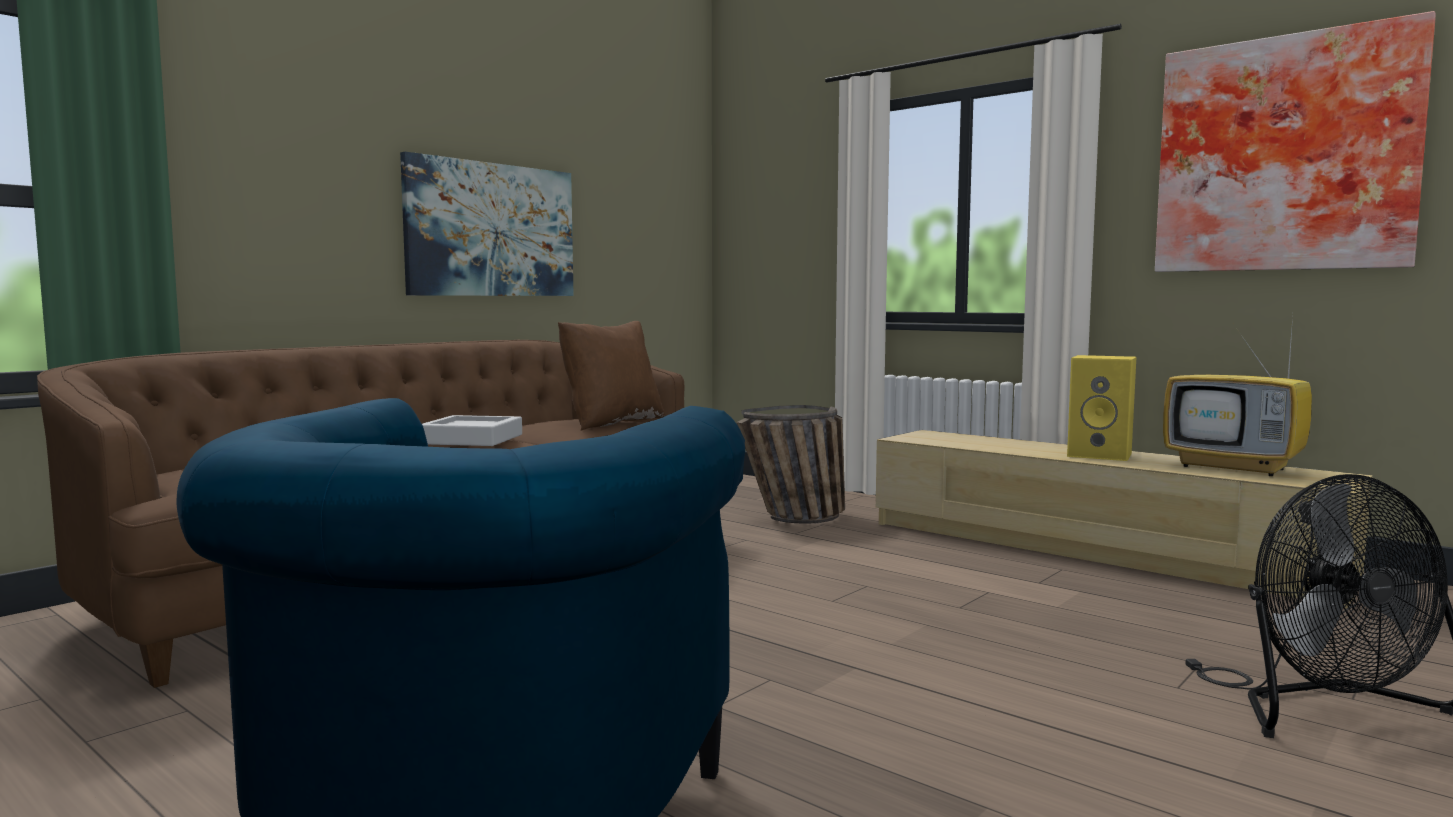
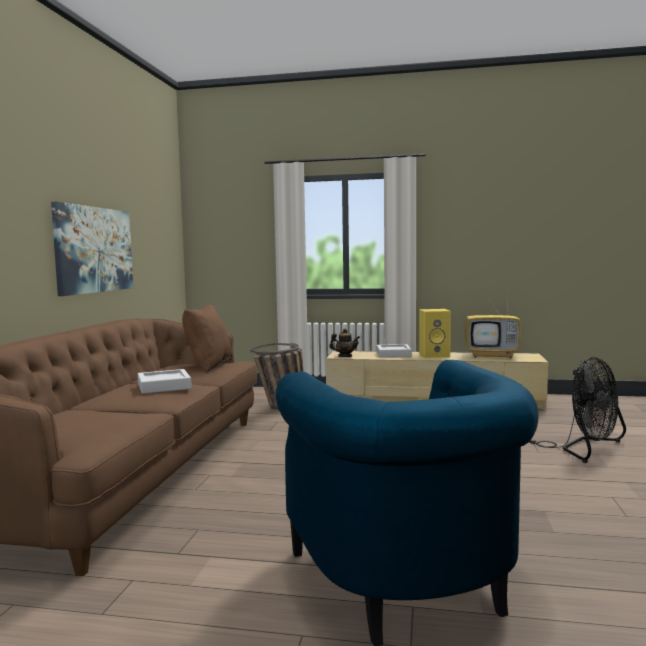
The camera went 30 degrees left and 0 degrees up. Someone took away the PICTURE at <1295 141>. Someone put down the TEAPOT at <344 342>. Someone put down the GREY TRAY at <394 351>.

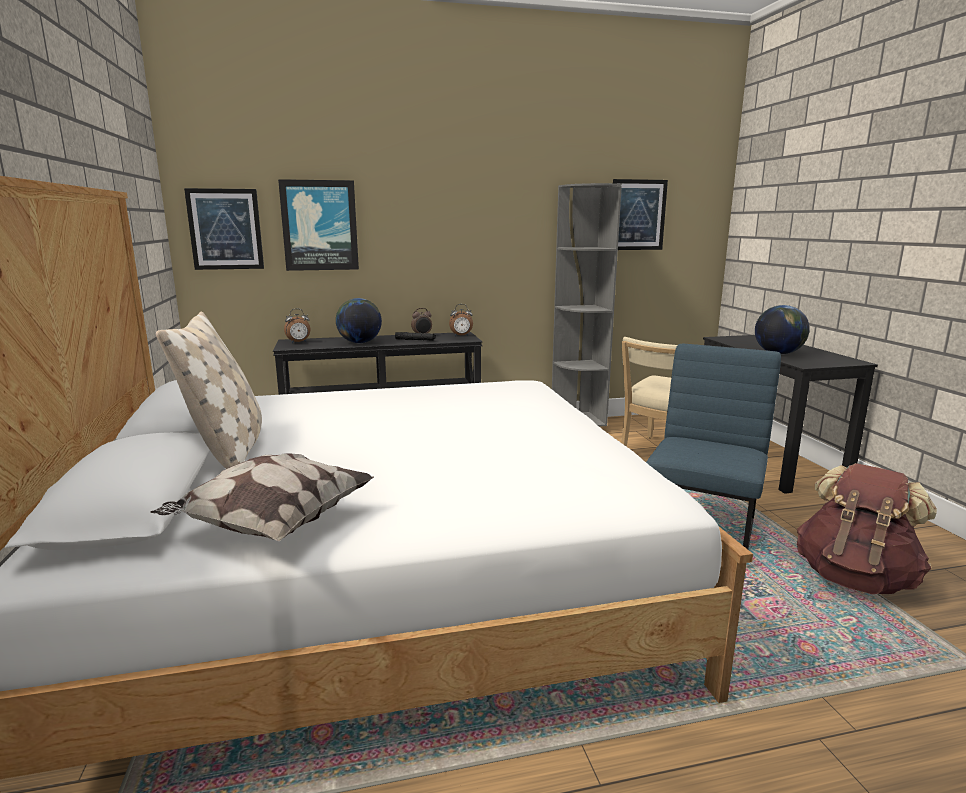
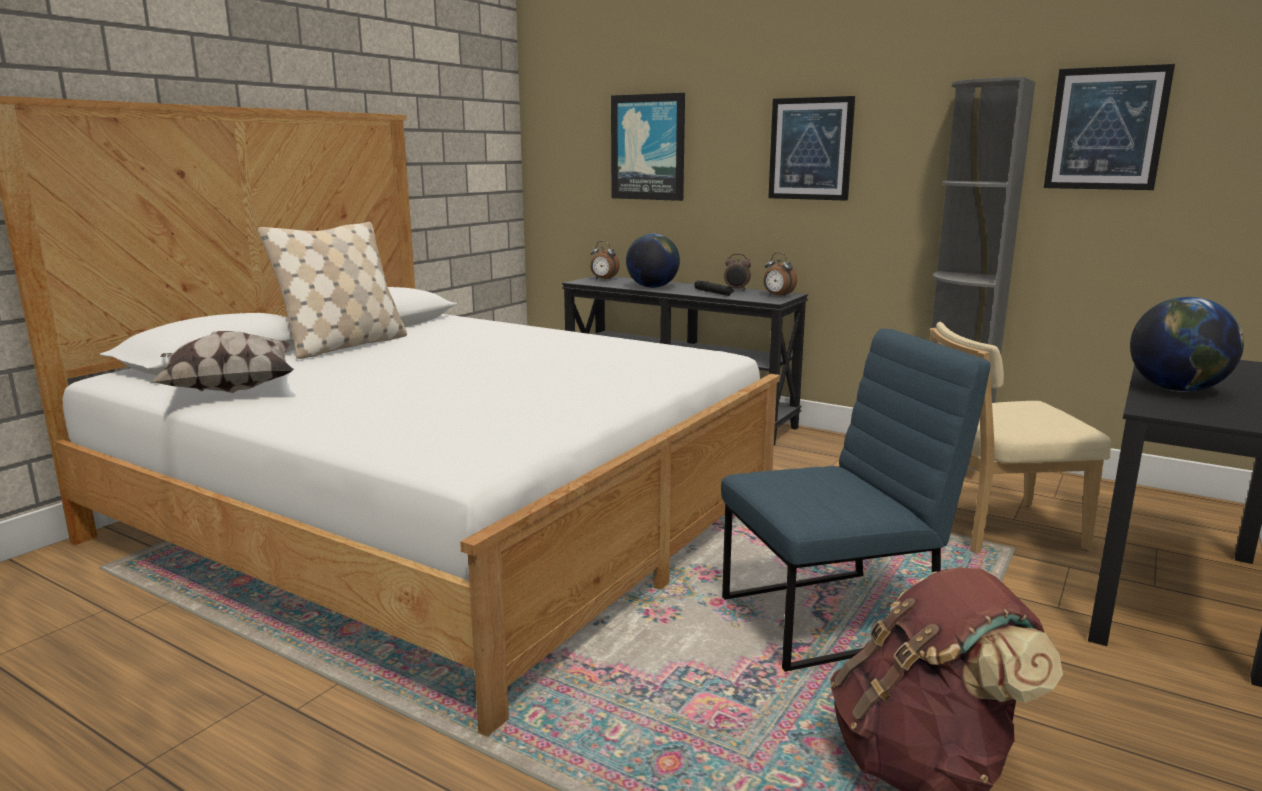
The camera went 45 degrees right and 0 degrees up. Someone carried the PICTURE from <224 229> to <811 148>.

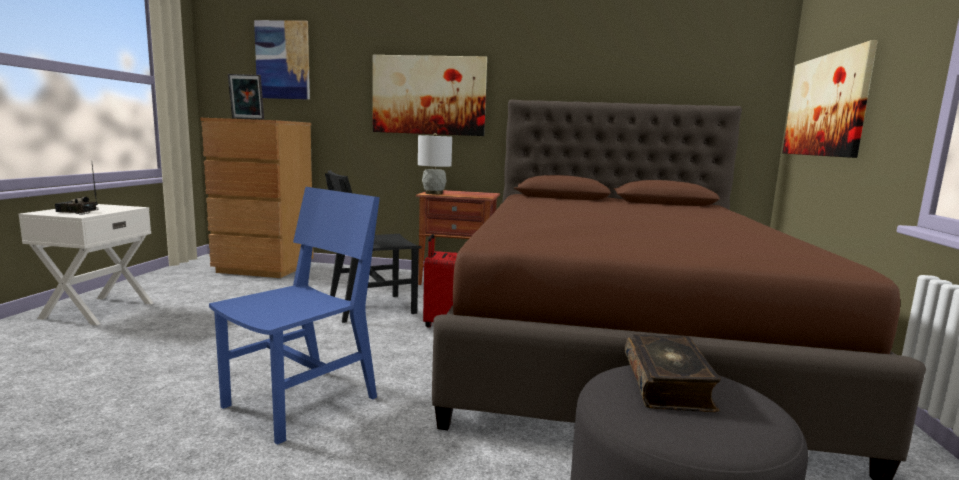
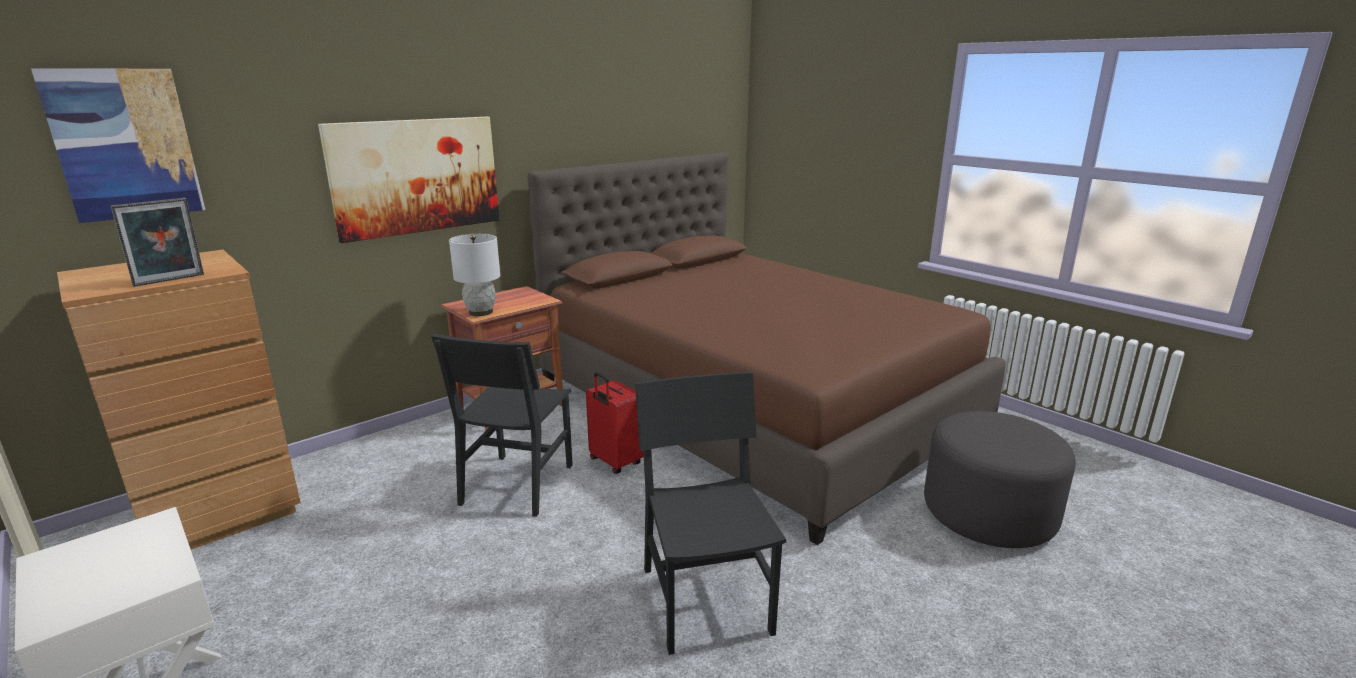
The camera went 50 degrees left and 10 degrees up. Someone took away the RADIO at <77 189>. Someone took away the BOOK at <672 373>. Someone took away the PICTURE at <830 99>. Someone repainted the BLUE CHAIR at <294 316>, which became the BLACK CHAIR at <710 513>.

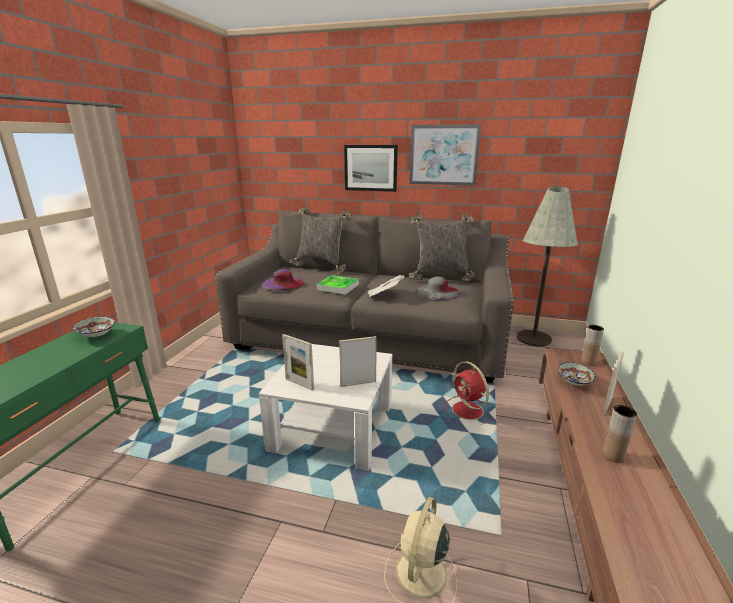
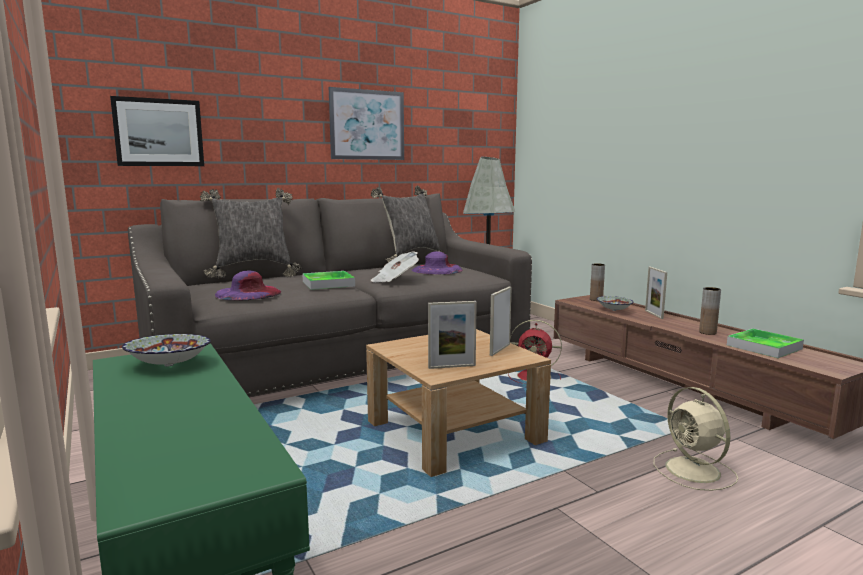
The camera went 45 degrees left and 10 degrees down. Someone put down the TRAY at <765 343>. Someone carried the PICTURE from <371 168> to <157 131>. Someone repainted the WHITE COFFEE TABLE at <325 407>, which became the BROWN COFFEE TABLE at <458 403>. Someone repainted the GREY HAT at <438 288>, which became the PURPLE HAT at <437 263>.

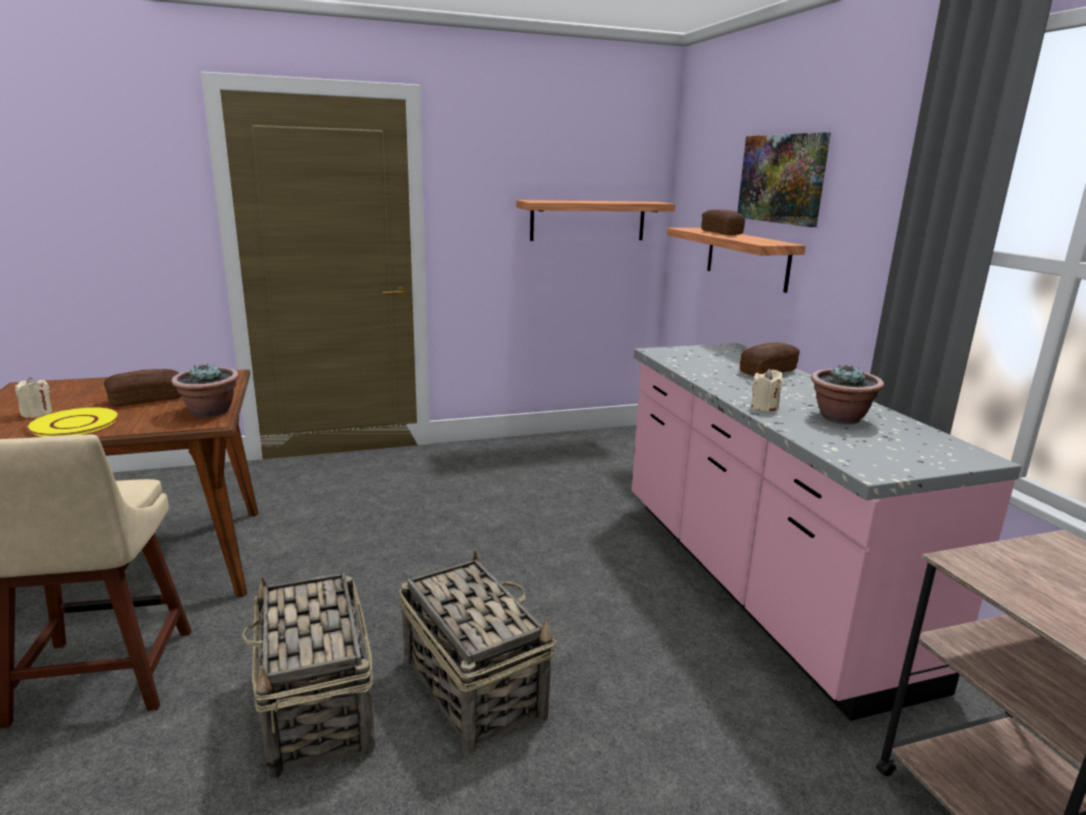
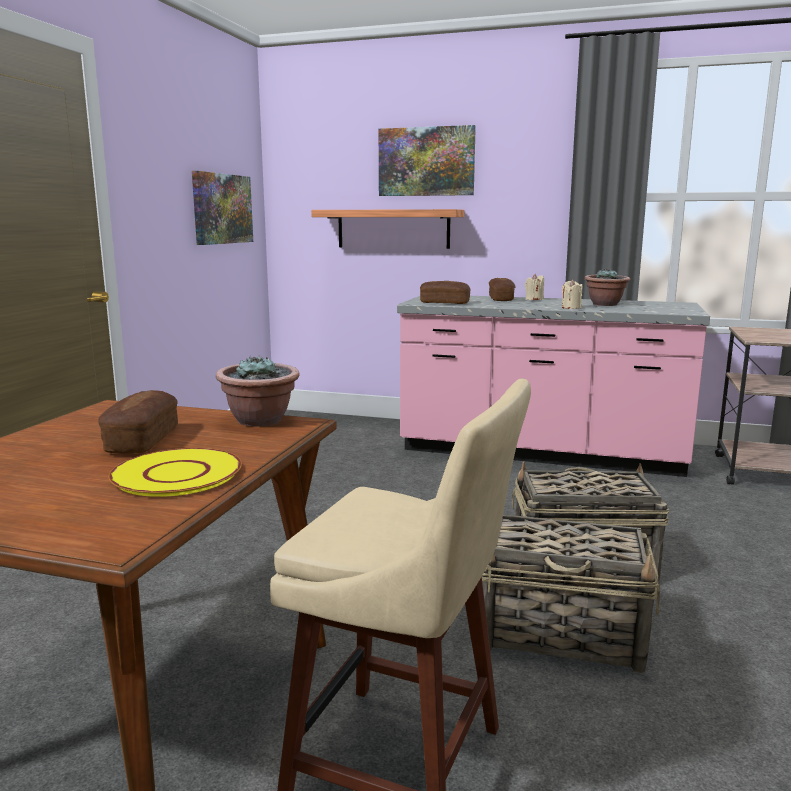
The camera went 55 degrees left and 5 degrees down. Someone carried the BEIGE CANDLE from <33 397> to <534 287>. Someone carried the BREAD from <723 222> to <445 292>. Someone swapped the SHELF at <596 220> for the PICTURE at <222 208>.

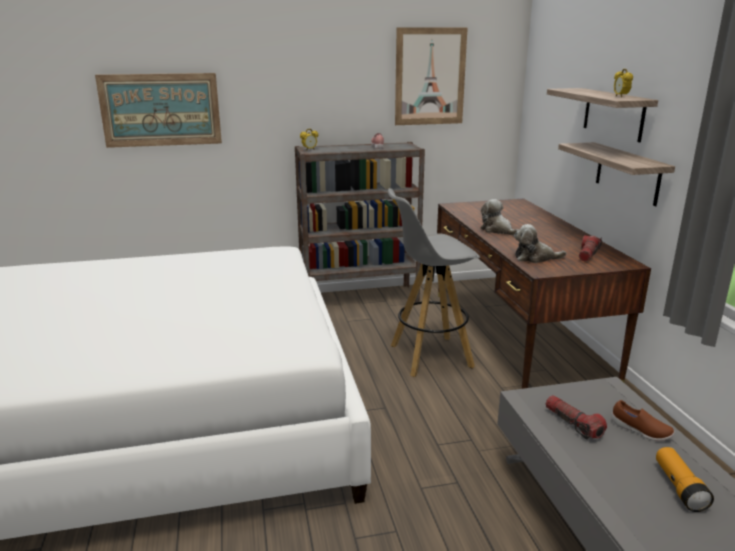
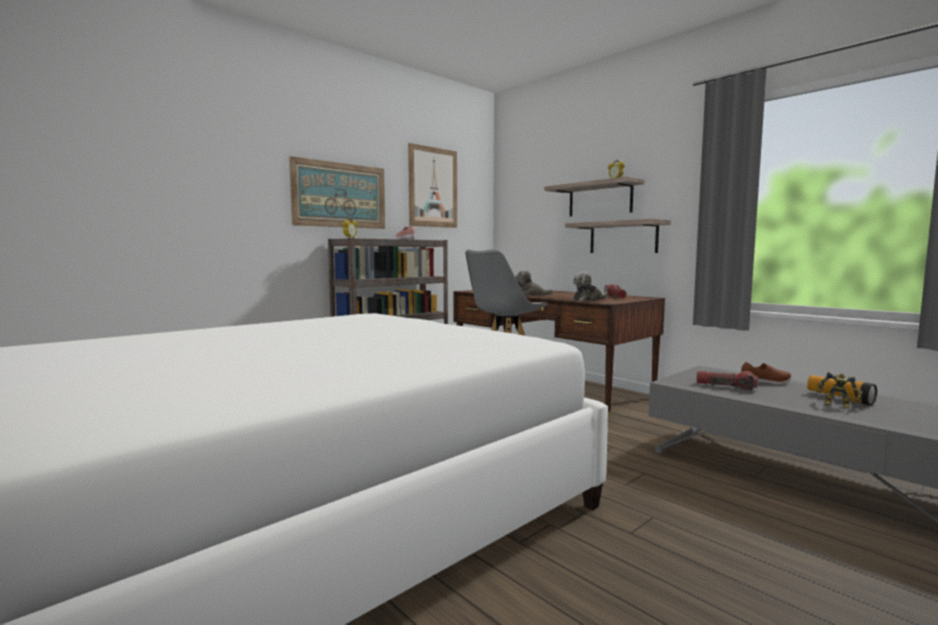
The camera went 30 degrees left and 15 degrees down. Someone put down the TOY ROBOT at <840 390>. Someone carried the PICTURE from <158 110> to <337 192>.

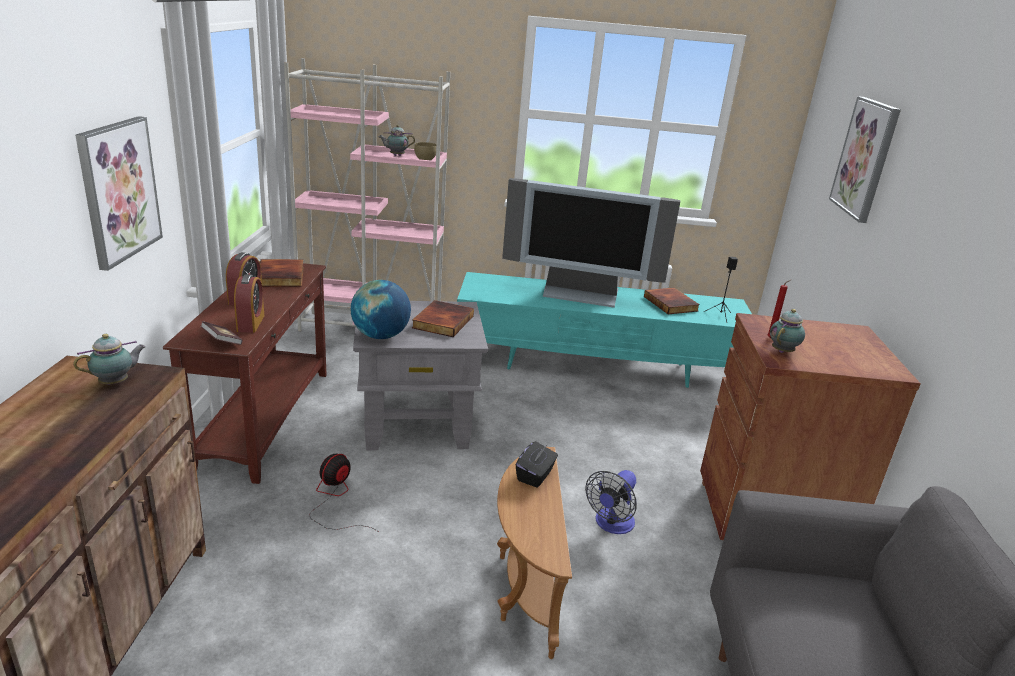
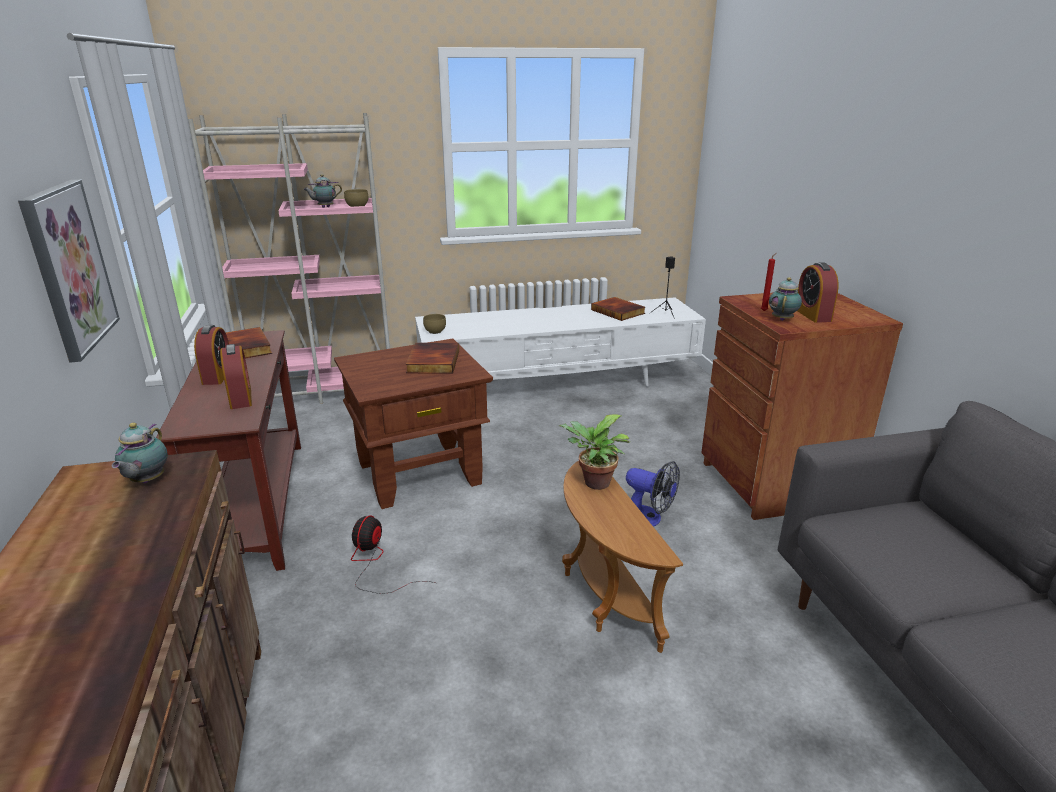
The camera went 15 degrees left and 0 degrees up. Someone took away the BOOK at <221 333>. Someone took away the GLOBE at <381 309>. Someone took away the TELEVISION at <591 243>. Someone took away the PICTURE at <865 159>. Someone put down the BROWN BOWL at <434 324>. Someone put down the ALARM CLOCK at <818 292>. Someone swapped the BLACK TISSUE BOX at <537 464> for the POTTED PLANT at <594 452>. Someone repainted the GREY SIDE TABLE at <420 376>, which became the BROWN SIDE TABLE at <413 424>. Someone repainted the TURQUOISE TV STAND at <604 330>, which became the WHITE TV STAND at <560 342>. Someone rotated the TEAPOT at <109 359> by 150 degrees clockwise. Someone rotated the FAN at <611 502> by 75 degrees counterclockwise.

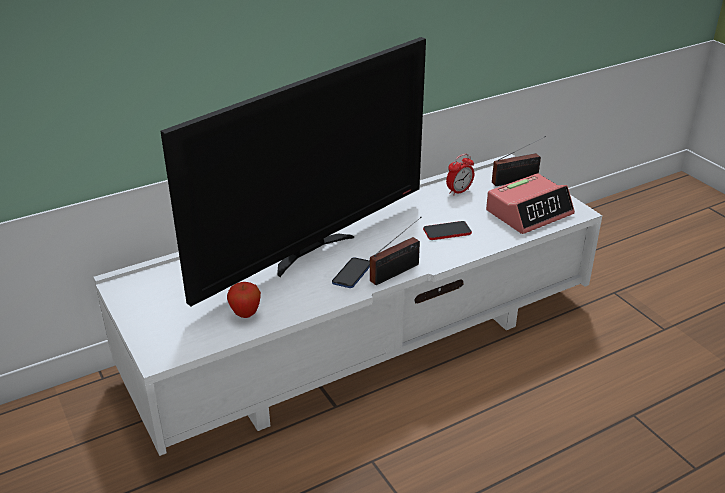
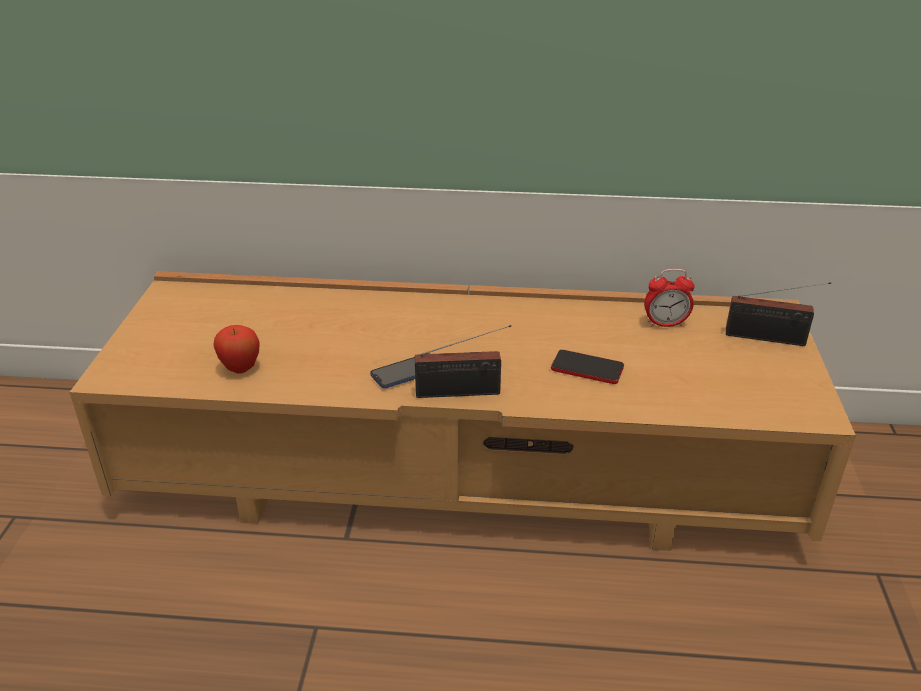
The camera went 35 degrees right and 0 degrees up. Someone took away the TELEVISION at <293 171>. Someone took away the ALARM CLOCK at <530 203>. Someone repainted the WHITE TV STAND at <347 305>, which became the BROWN TV STAND at <462 411>.

